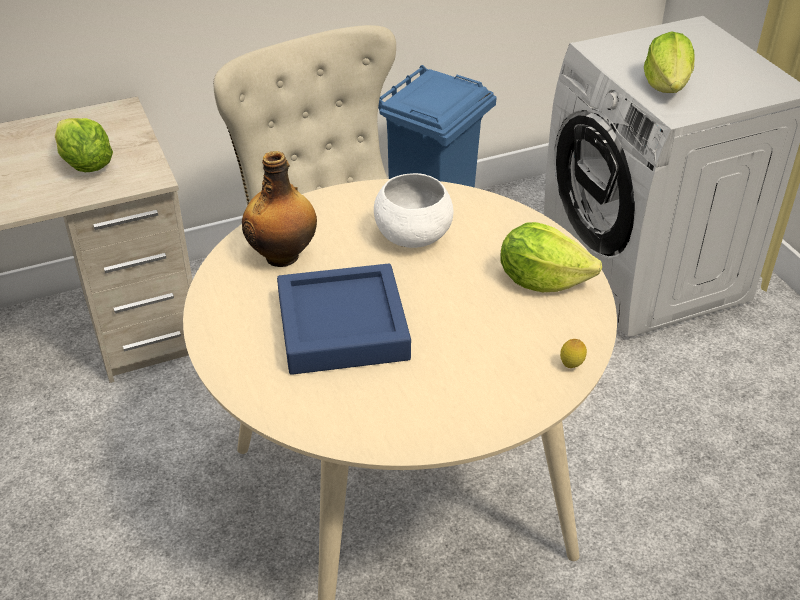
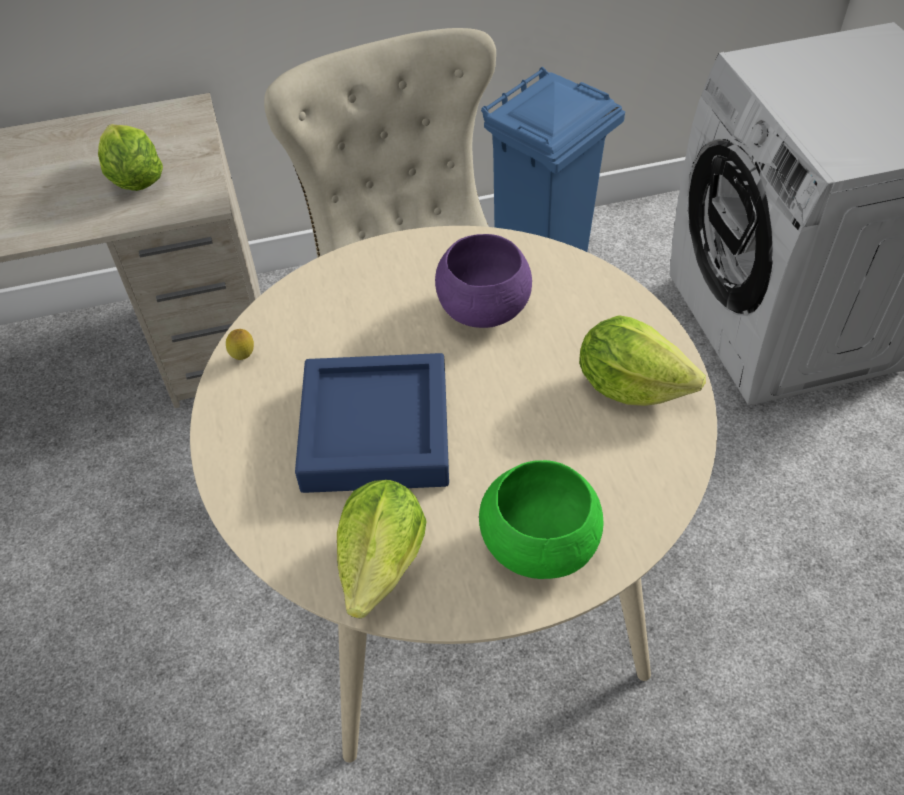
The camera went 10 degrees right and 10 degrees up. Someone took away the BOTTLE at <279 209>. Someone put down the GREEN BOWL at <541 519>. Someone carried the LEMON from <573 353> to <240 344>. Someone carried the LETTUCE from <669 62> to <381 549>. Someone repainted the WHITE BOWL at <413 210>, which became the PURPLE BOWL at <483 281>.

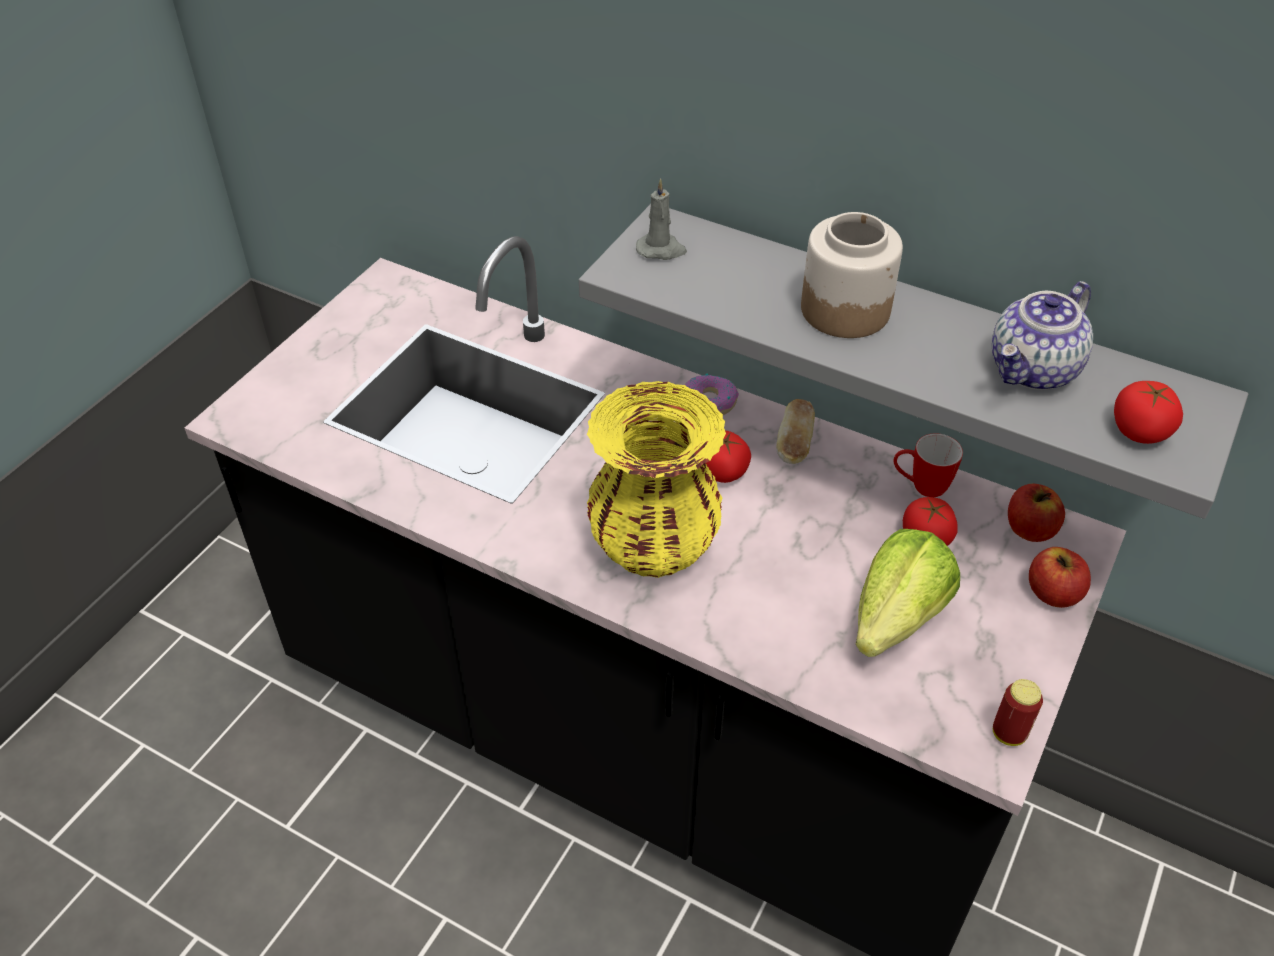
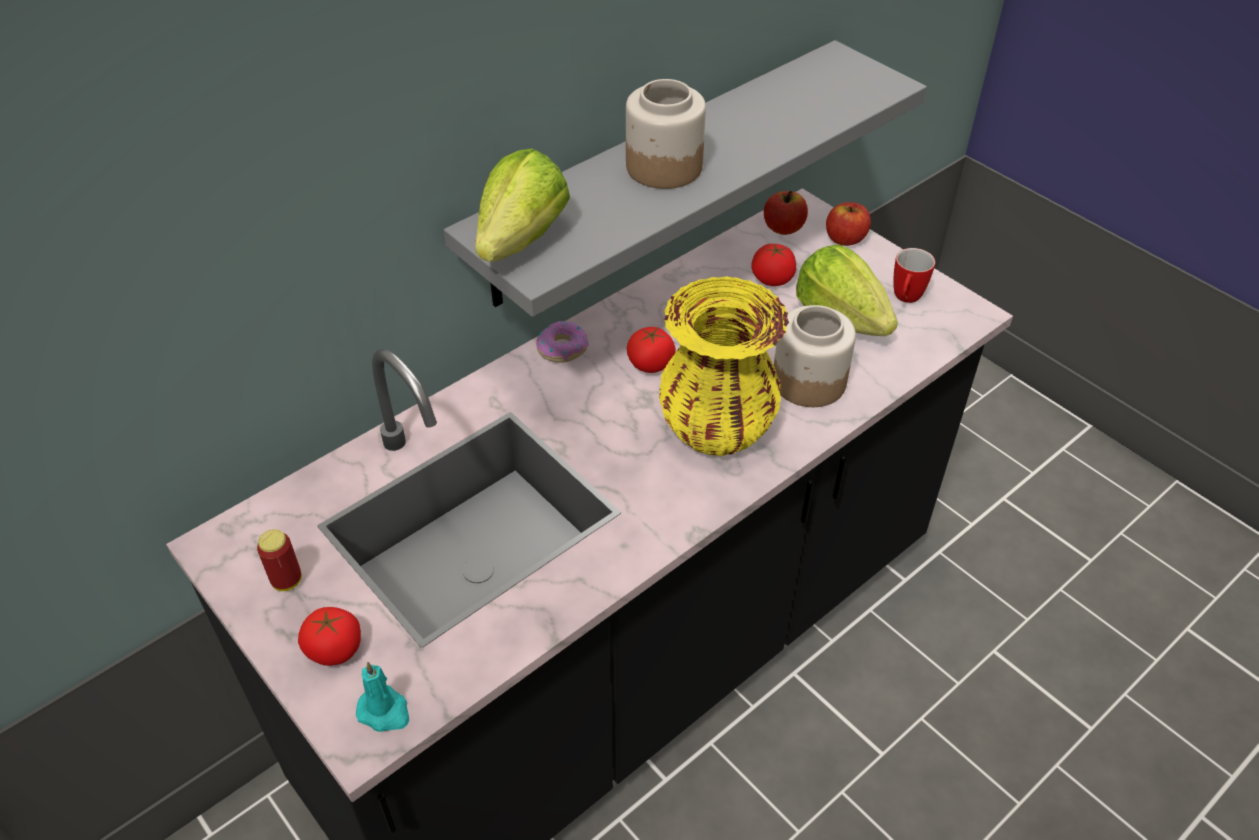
The camera went 70 degrees left and 0 degrees up. Someone took away the BREAD at <795 431>. Someone took away the TEAPOT at <1042 335>. Someone put down the TURQUOISE CANDLE at <382 697>. Someone put down the JAR at <815 356>. Someone carried the MUG from <928 465> to <914 275>. Someone carried the CAN from <1018 712> to <279 560>. Someone carried the TOMATO from <1148 412> to <329 636>. Someone swapped the GREY CANDLE at <661 219> for the LETTUCE at <522 205>.

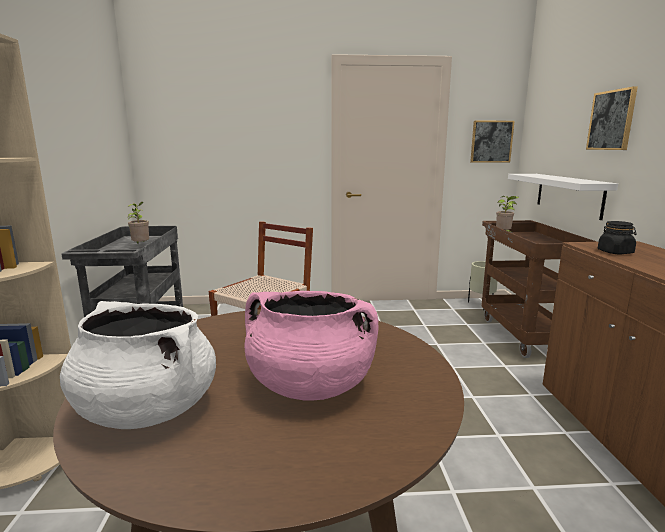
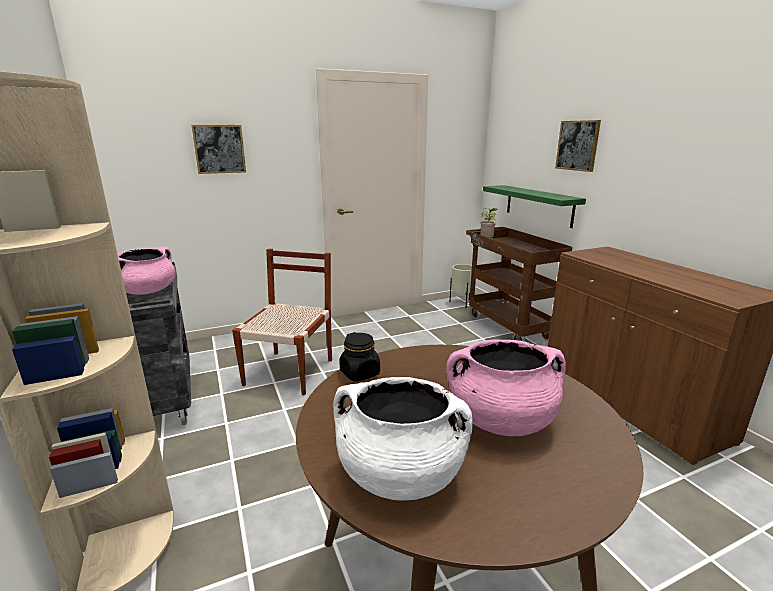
The camera went 20 degrees left and 5 degrees up. Someone carried the PICTURE from <492 142> to <218 149>. Someone carried the BLACK JAR from <617 237> to <359 357>. Someone swapped the POTTED PLANT at <138 223> for the PINK COOKING POT at <147 271>. Someone repainted the WHITE SHELF at <563 197>, which became the GREEN SHELF at <534 206>.

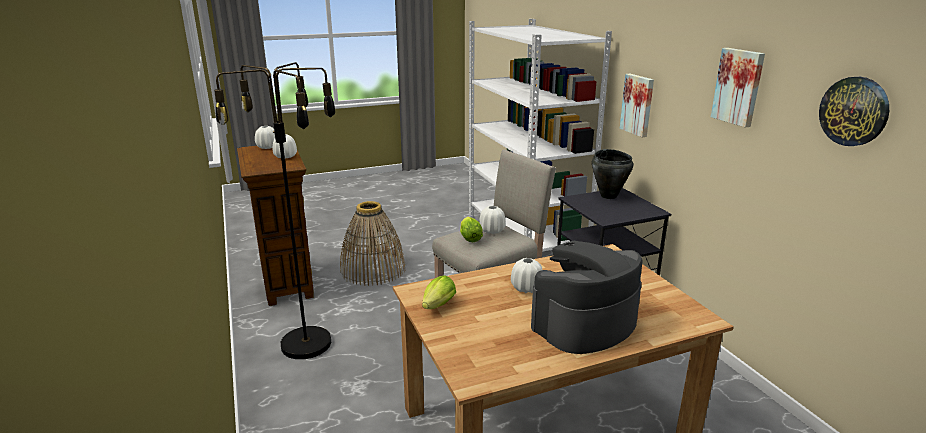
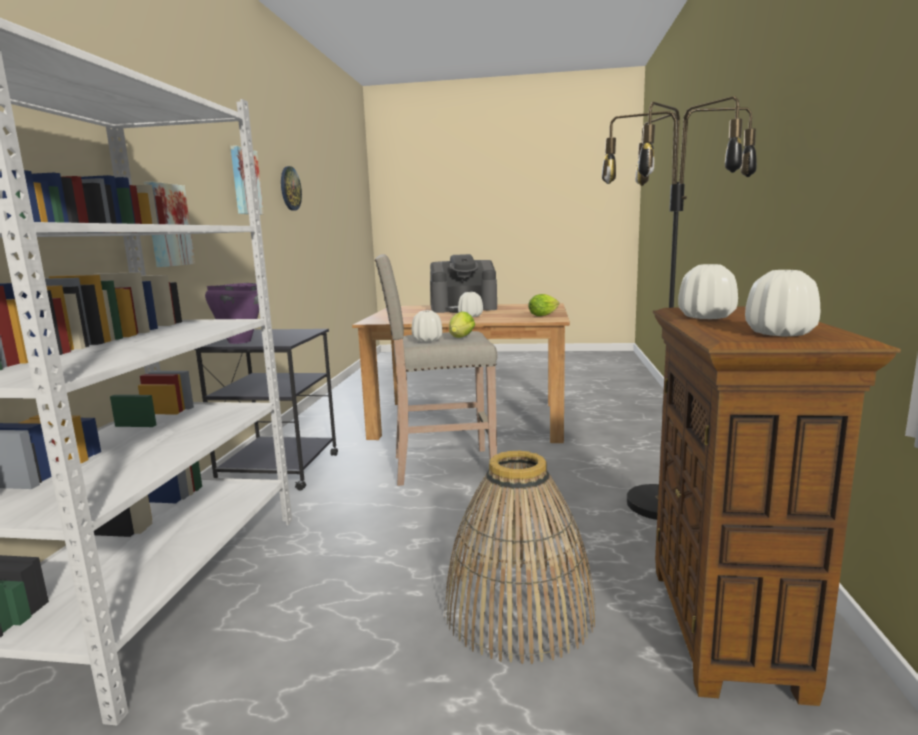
The camera went 150 degrees left and 10 degrees down. Someone repainted the BLACK COOKING POT at <612 174>, which became the PURPLE COOKING POT at <233 313>.

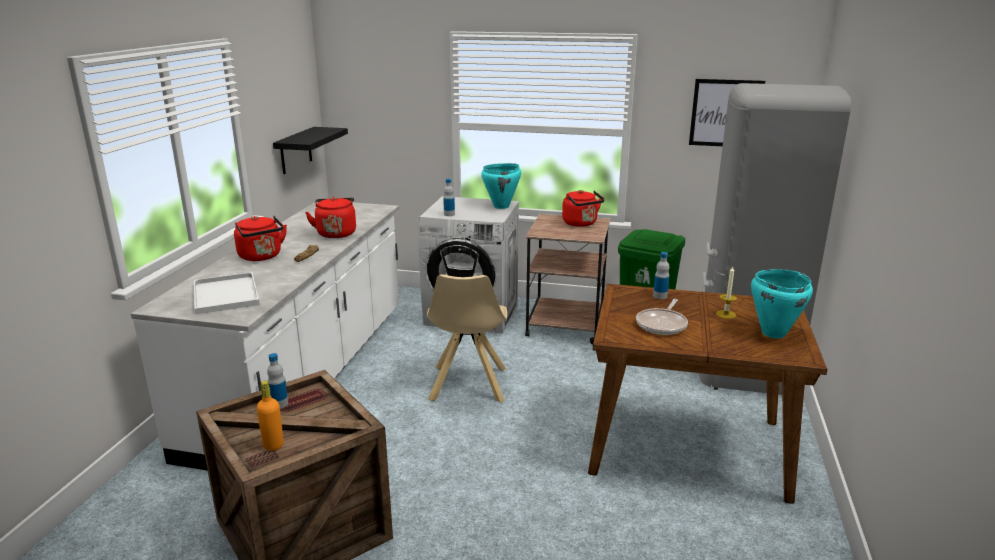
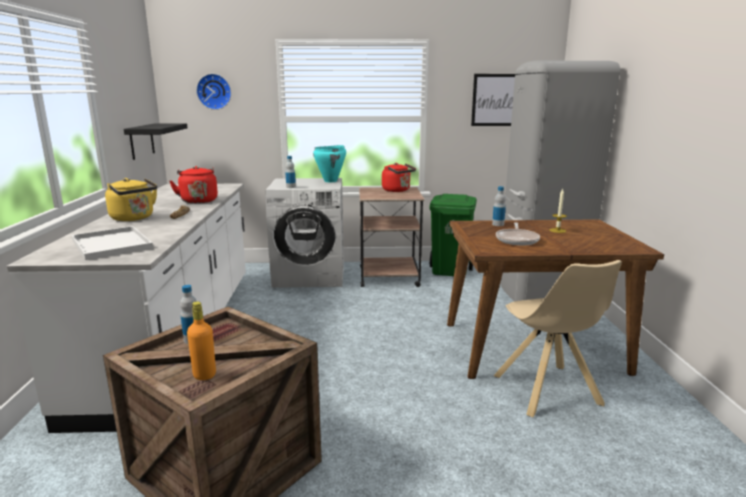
The camera went 15 degrees left and 5 degrees down. Someone took away the TURQUOISE COOKING POT at <782 303>. Someone put up the WALL CLOCK at <213 92>. Someone carried the BEIGE CHAIR from <467 338> to <558 338>. Someone repainted the RED KETTLE at <260 238>, which became the YELLOW KETTLE at <131 199>.

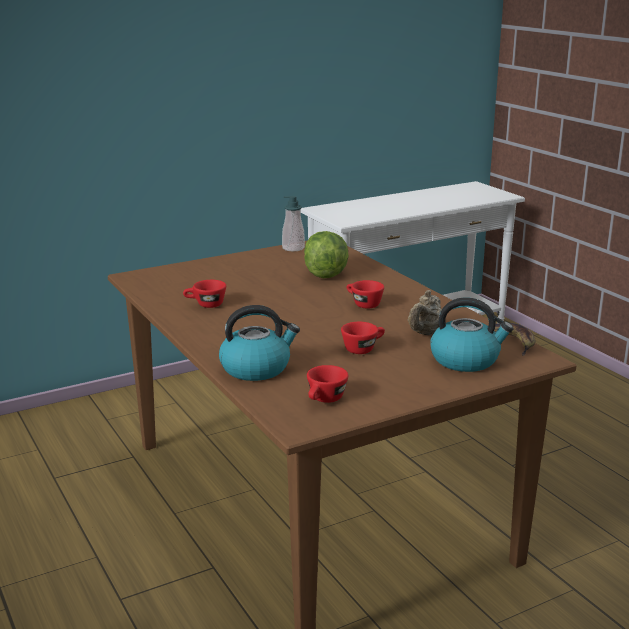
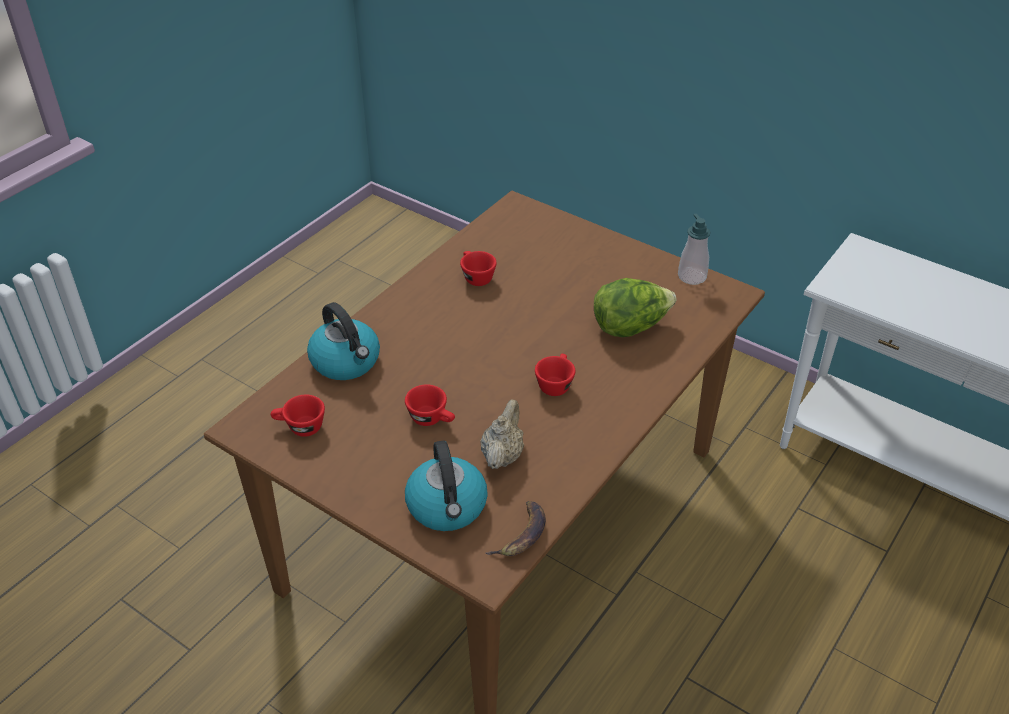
The camera went 65 degrees right and 20 degrees up. Someone rotated the BEIGE TEAPOT at <425 312> by 105 degrees clockwise.

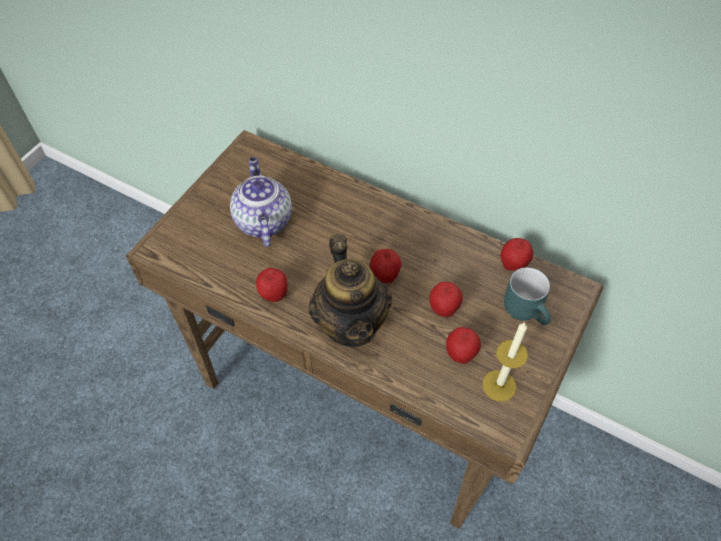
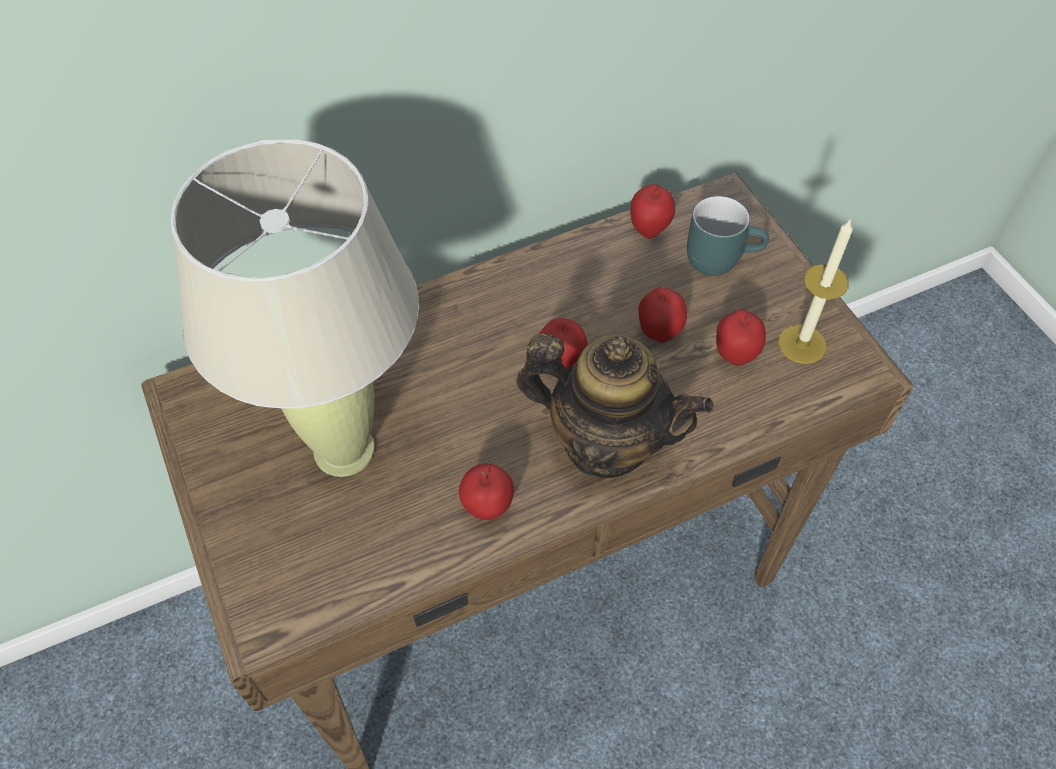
The camera went 55 degrees left and 0 degrees up. Someone swapped the TEAPOT at <261 202> for the BEIGE TABLE LAMP at <295 308>.

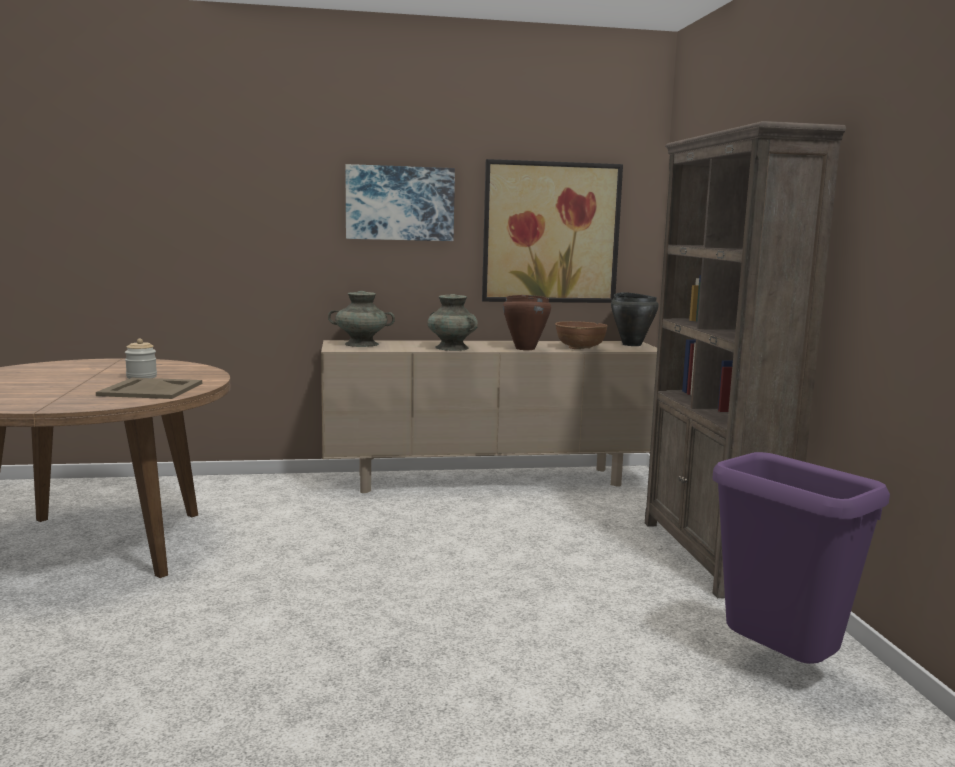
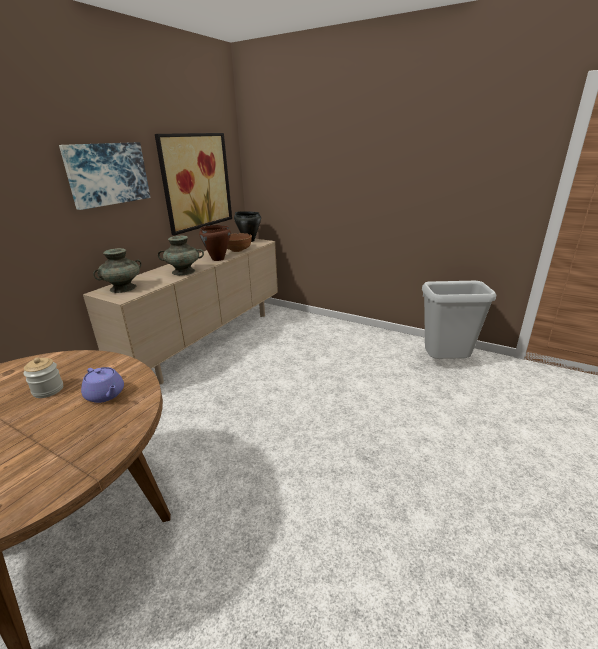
The camera went 50 degrees left and 15 degrees up. Someone took away the BROWN BOOKCASE at <745 359>. Someone swapped the BEIGE TRAY at <149 388> for the PURPLE TEAPOT at <102 385>. Someone repainted the PURPLE TRASH CAN at <801 558>, which became the GREY TRASH CAN at <459 320>.

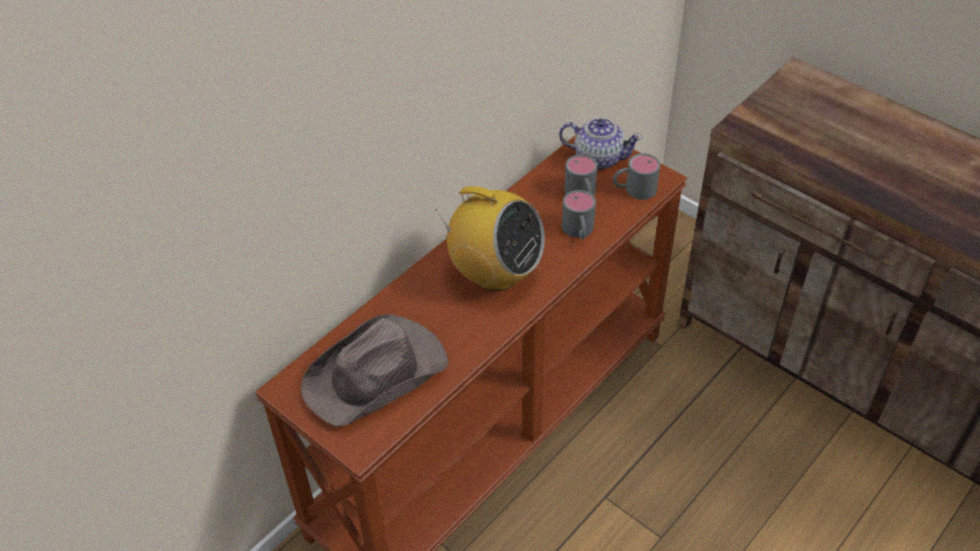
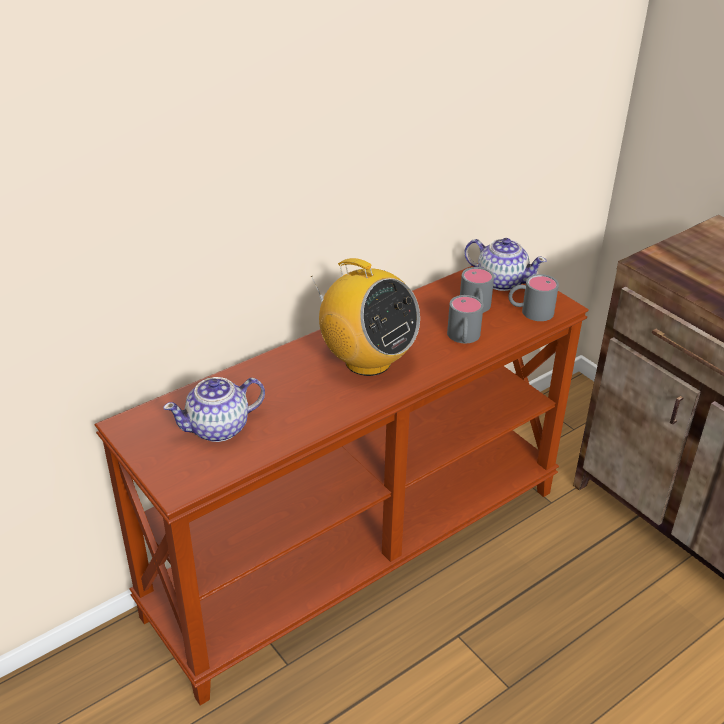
The camera went 10 degrees right and 10 degrees down. Someone swapped the BROWN HAT at <375 370> for the TEAPOT at <214 409>.

